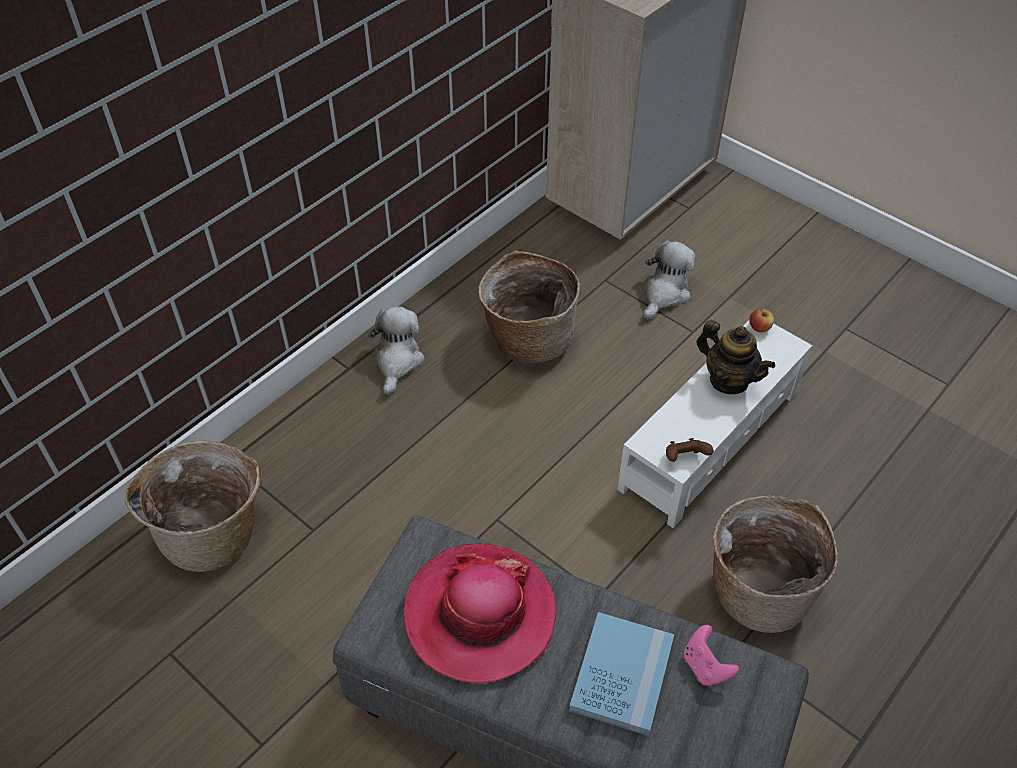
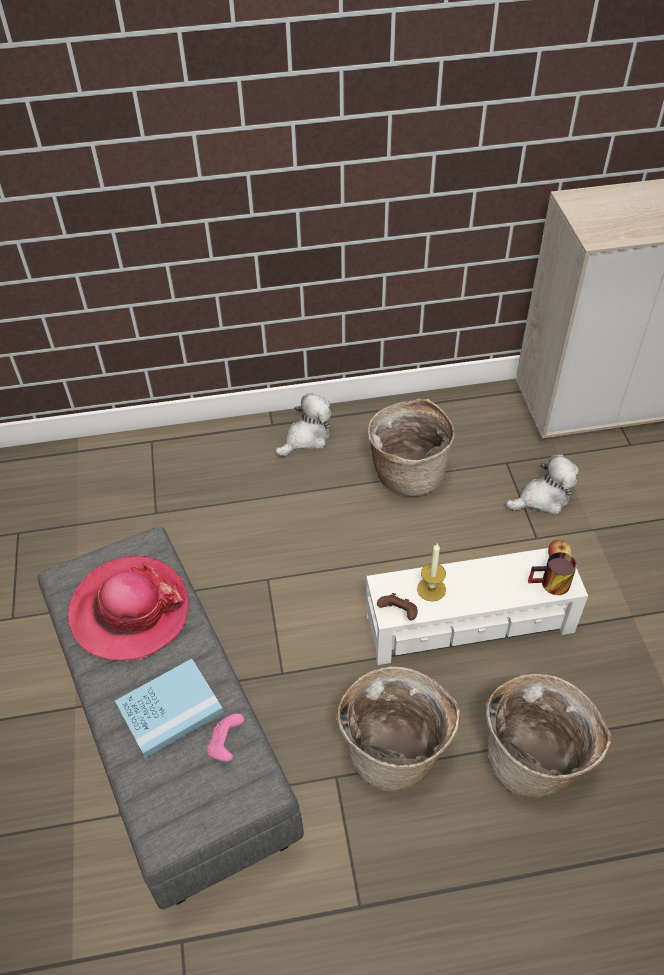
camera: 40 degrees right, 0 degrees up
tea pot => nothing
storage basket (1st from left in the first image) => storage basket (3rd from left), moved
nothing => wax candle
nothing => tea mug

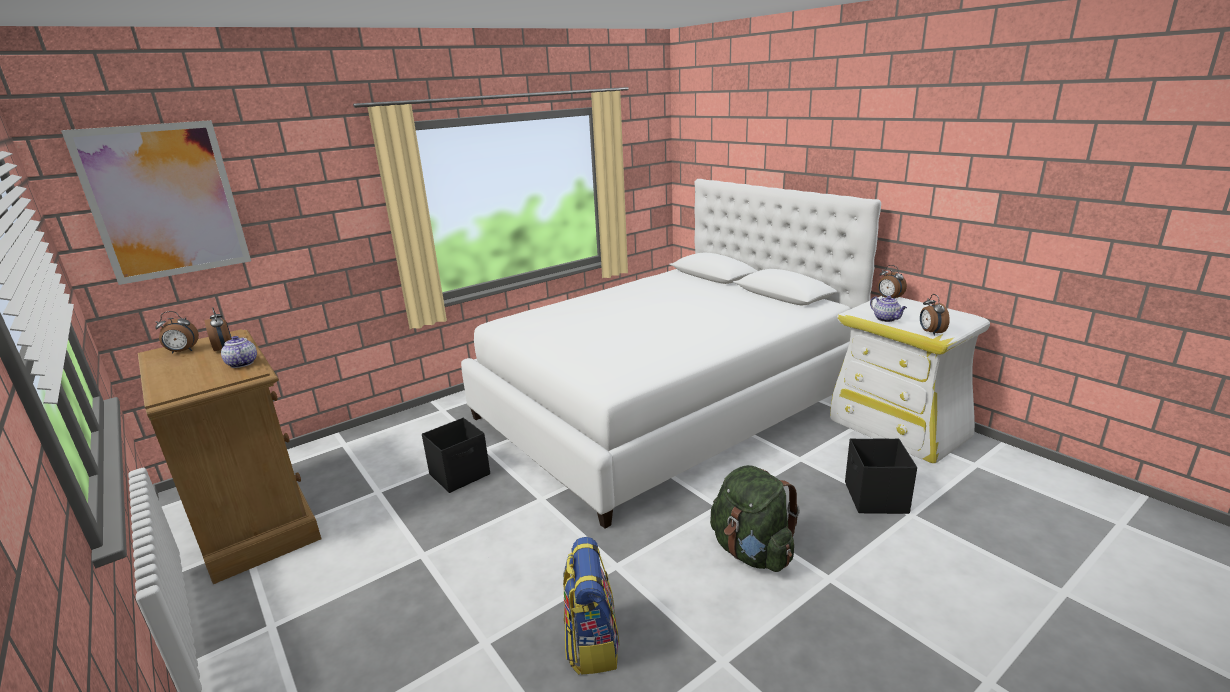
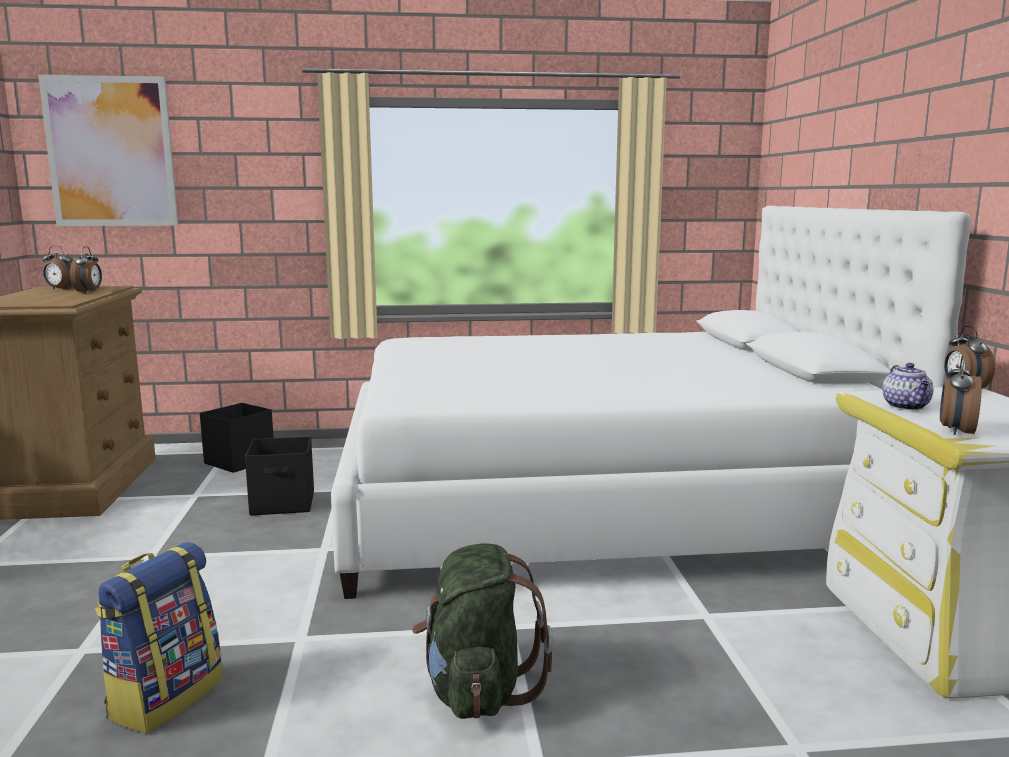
camera: 30 degrees right, 10 degrees down
tea pot (1st from left) => nothing
black storage box (2nd from left in the first image) => black storage box (1st from left), moved

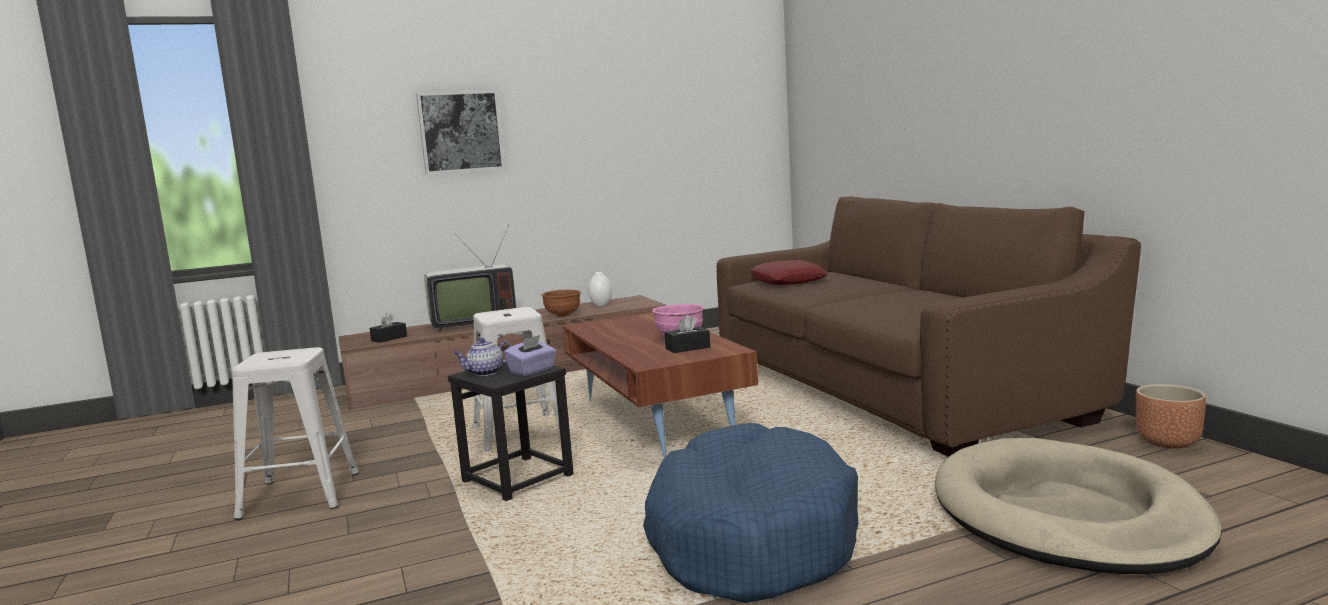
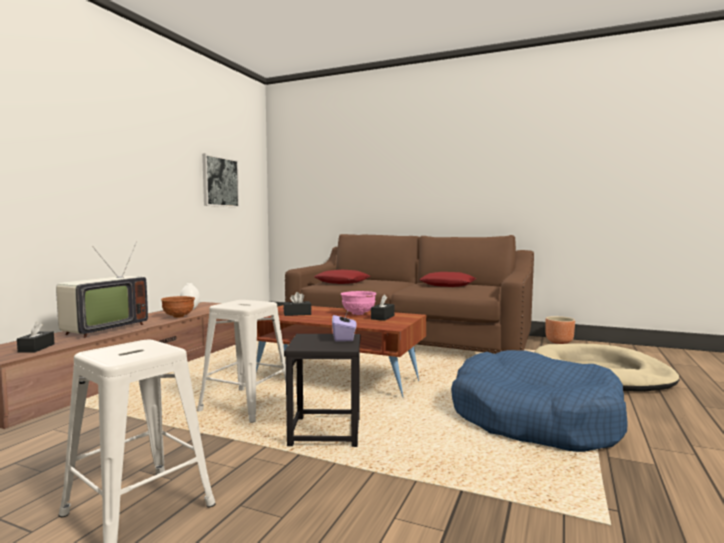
camera: 45 degrees left, 5 degrees down
wall picture, moved
tea pot => nothing
nothing => red cushion (2nd from left)
nothing => black tissue holder (2nd from left)

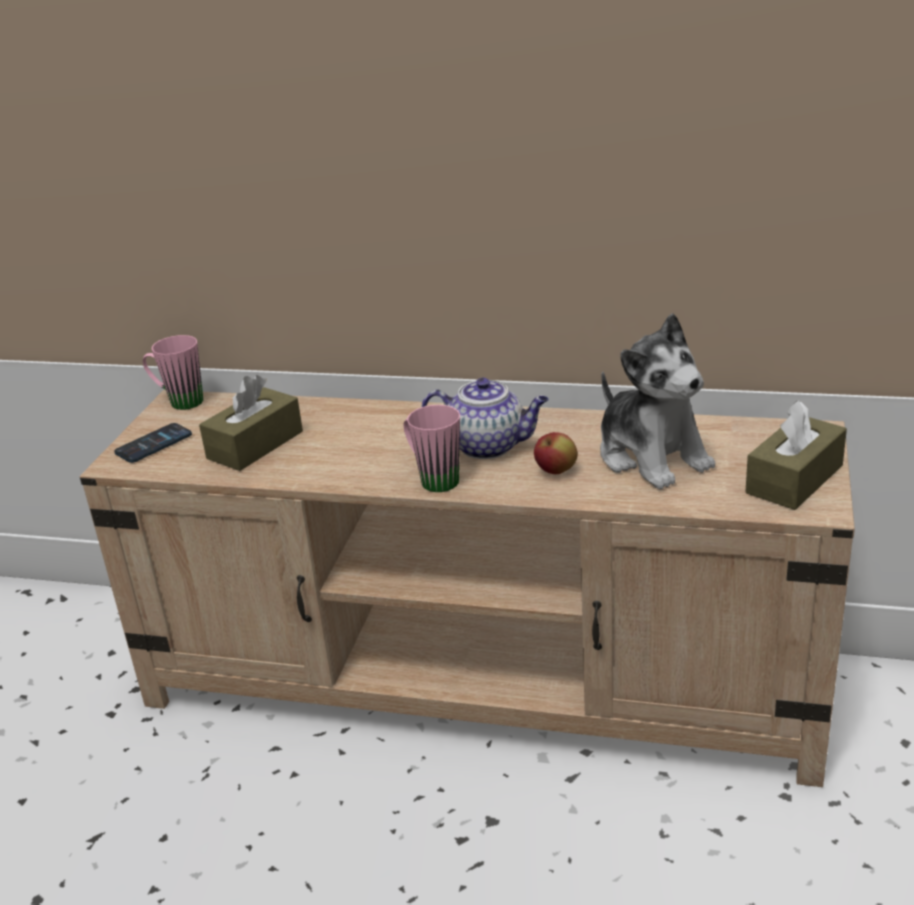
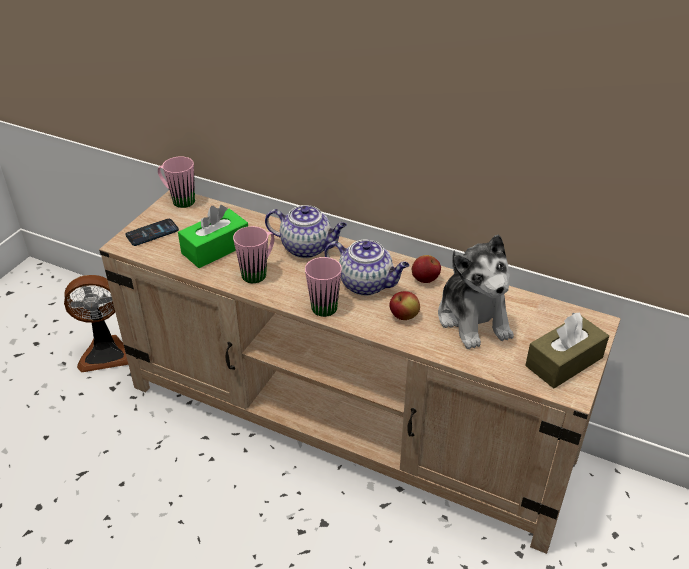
camera: 10 degrees right, 10 degrees up
brown-coloured tissue holder (1st from left) => greenish tissue holder
nothing => tea pot (1st from left)
nothing => pink tea mug (2nd from left)
nothing => apple fruit (2nd from left)
nothing => cooling fan

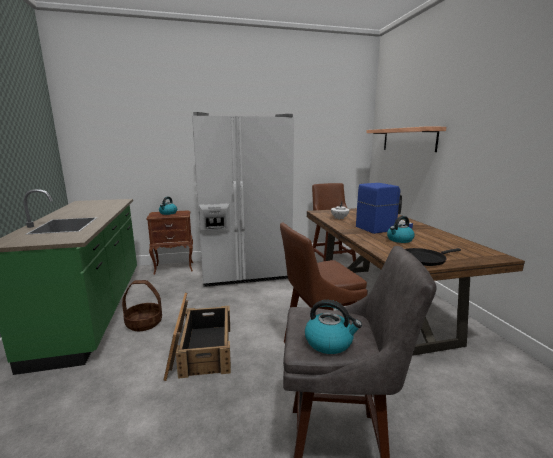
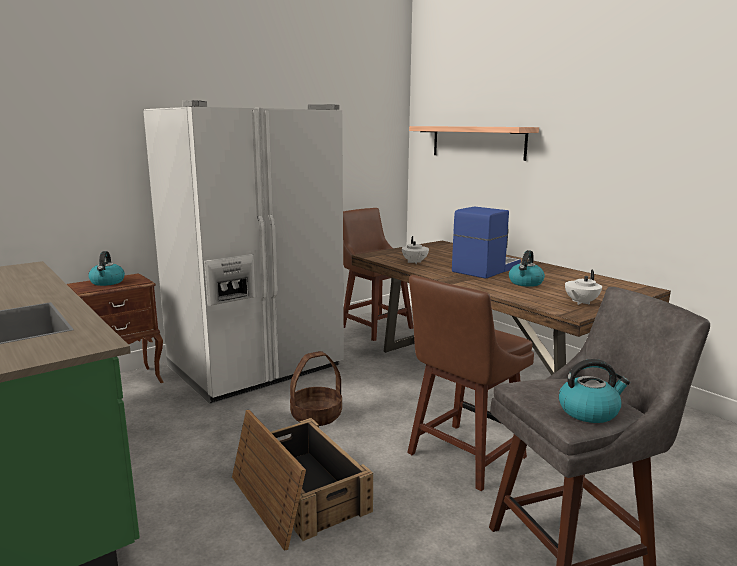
camera: 25 degrees left, 0 degrees up
black frying pan => white tea pot (2nd from left)
storage basket, moved

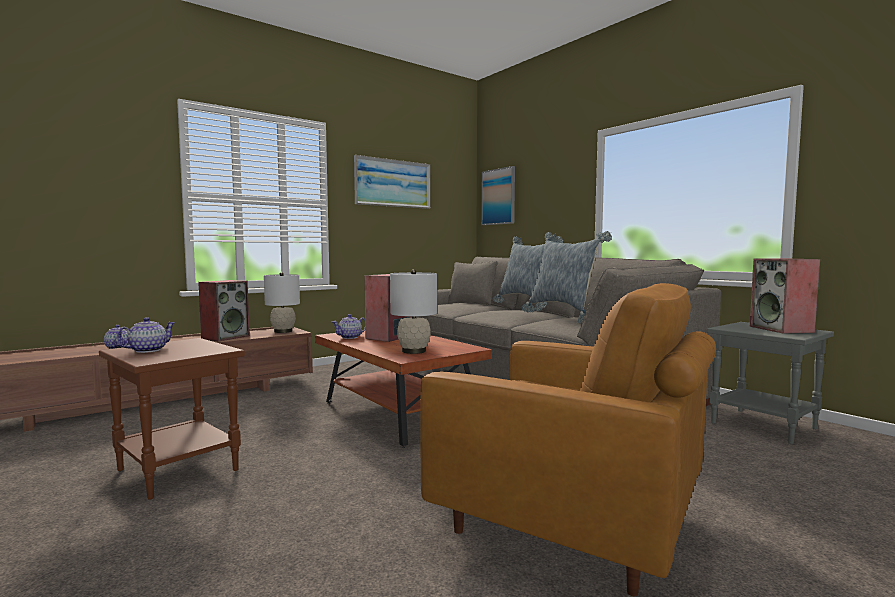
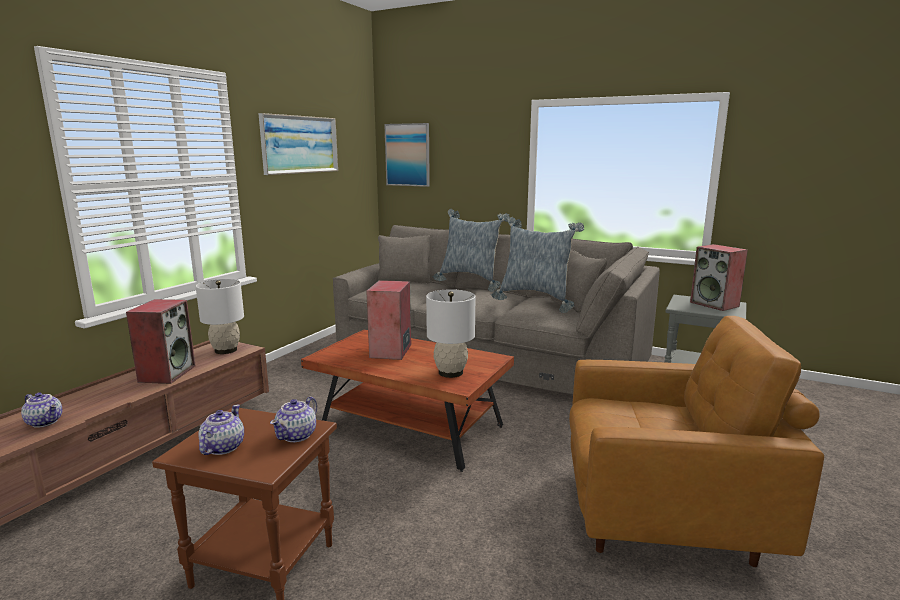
camera: 25 degrees left, 10 degrees up
tea pot (3rd from left), moved

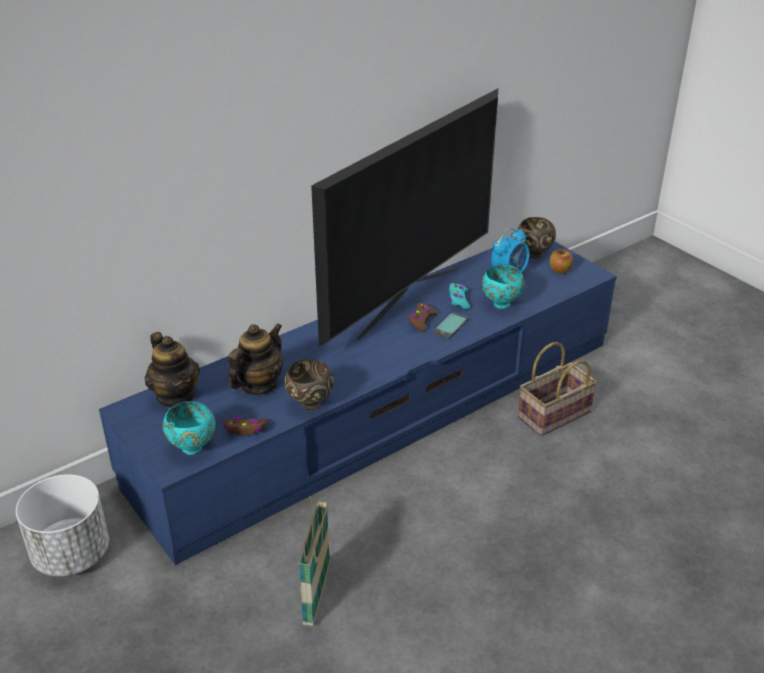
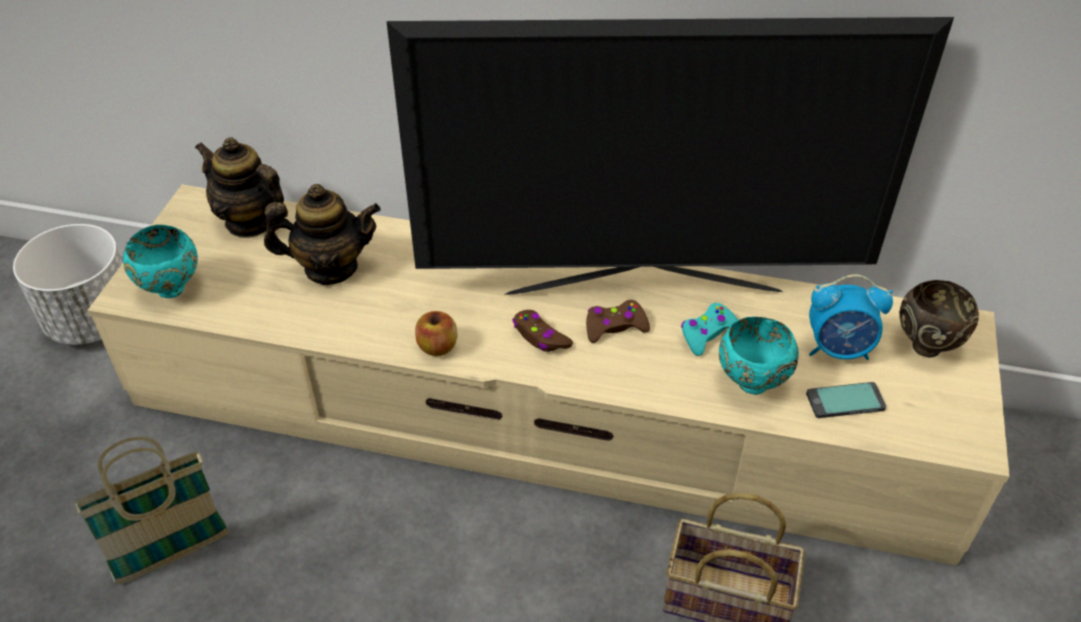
camera: 50 degrees right, 10 degrees up
blue tv unit => beige-coloured tv unit
apple fruit, moved
telephone, moved
tea pot (1st from left), 105 degrees clockwise
brown-coloured bowl (1st from left) => nothing
brown-coloured joypad (1st from left), moved

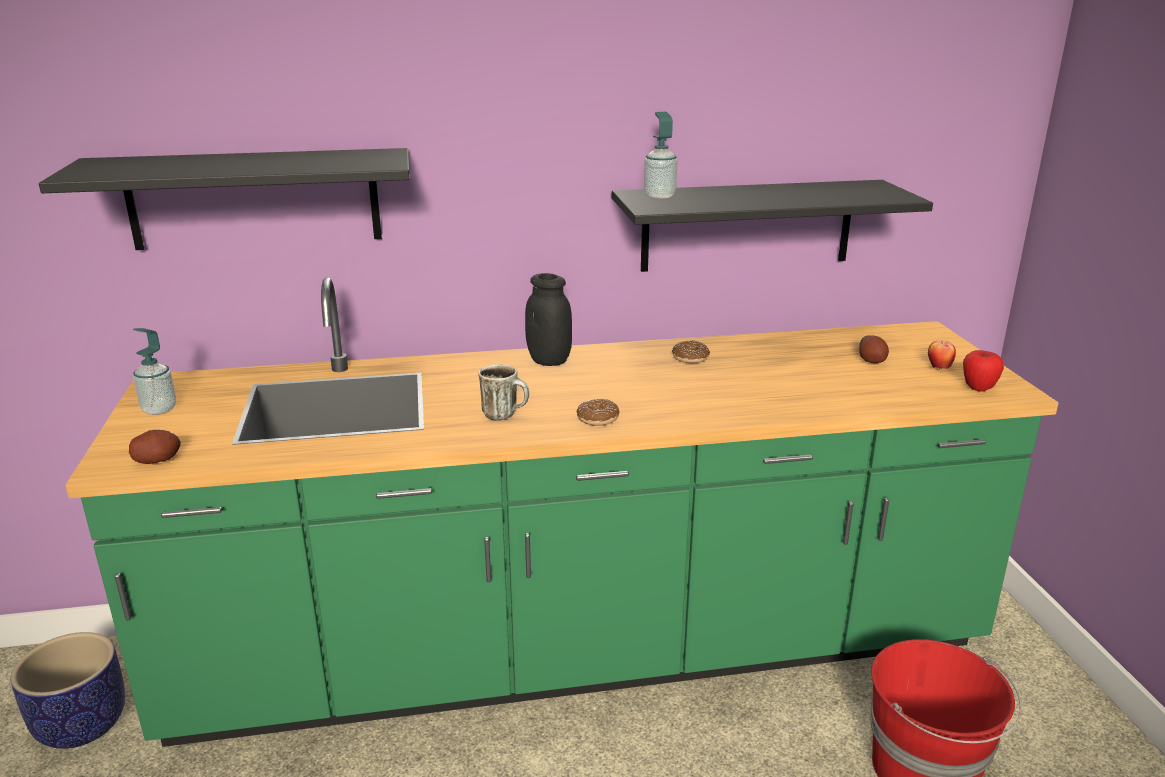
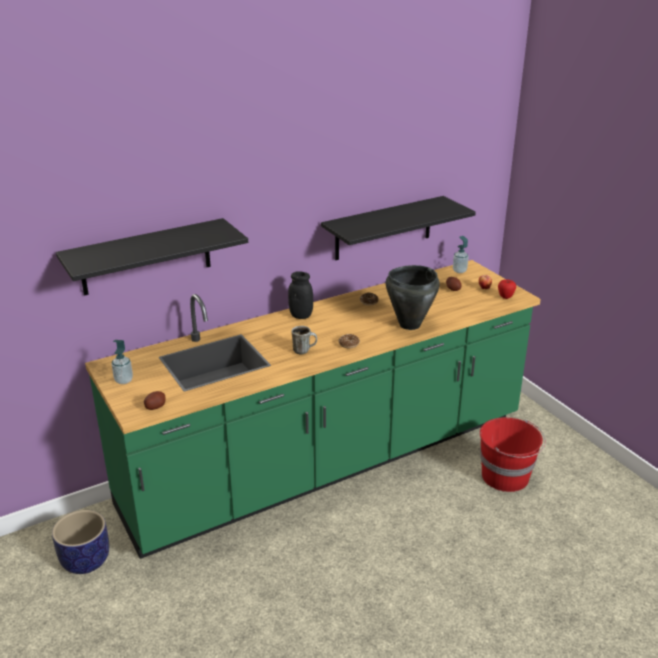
camera: 20 degrees left, 5 degrees up
liquid soap bottle (2nd from left), moved
nothing => black cooking pot

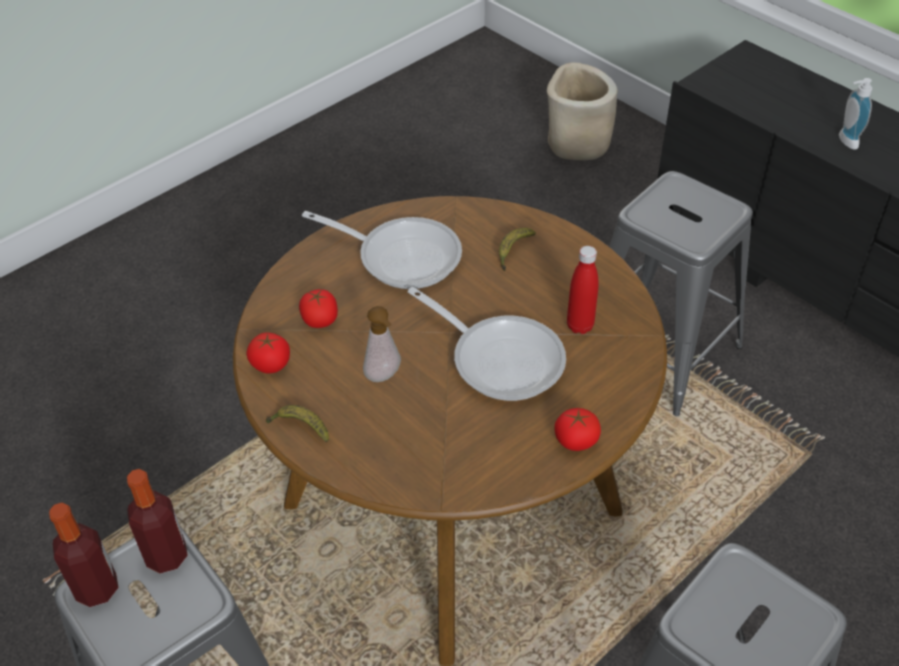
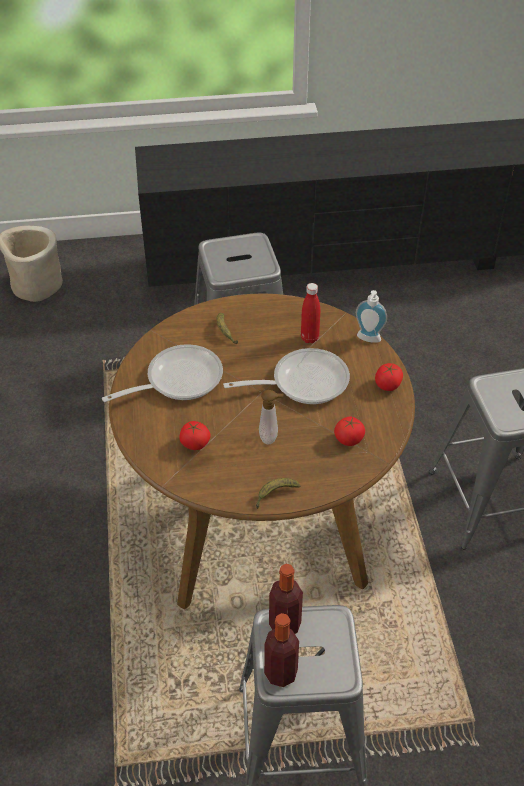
camera: 55 degrees left, 0 degrees up
liquid soap bottle (2nd from left), moved
fresh tomato (1st from left in the first image) => fresh tomato (2nd from left), moved

